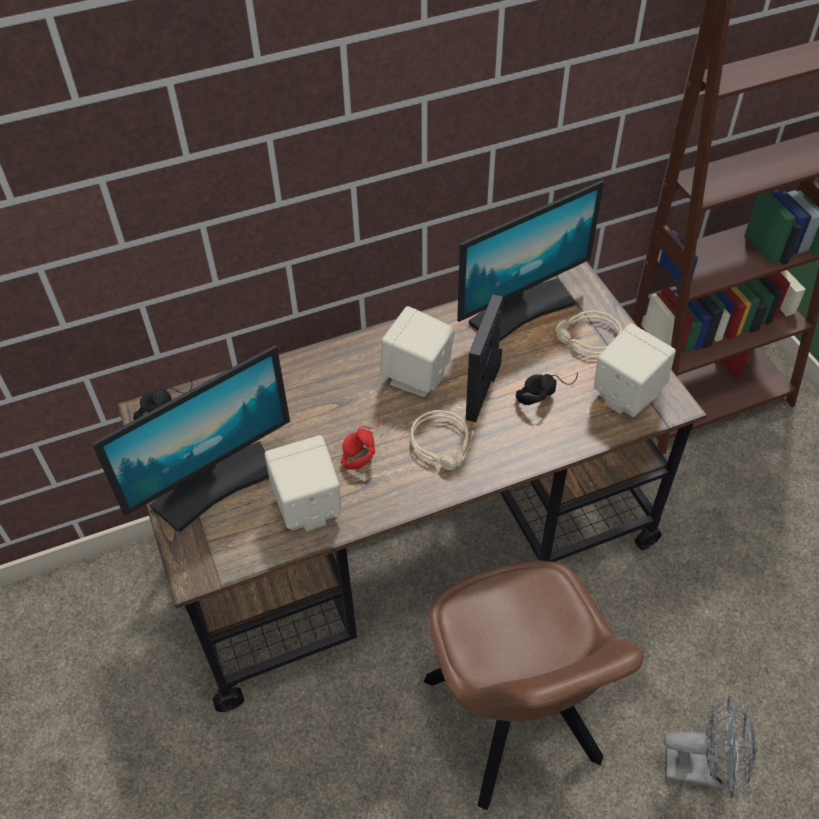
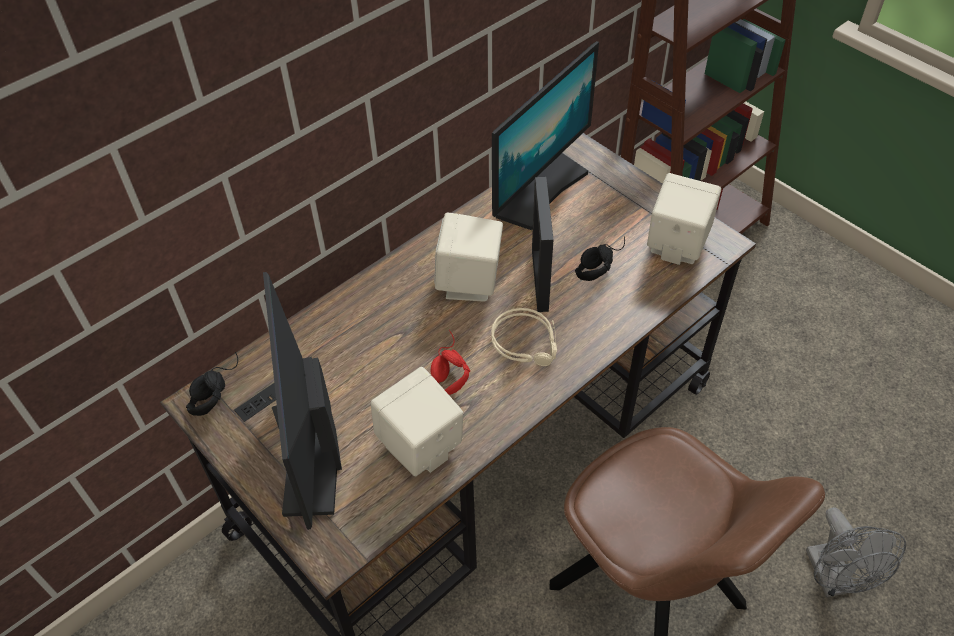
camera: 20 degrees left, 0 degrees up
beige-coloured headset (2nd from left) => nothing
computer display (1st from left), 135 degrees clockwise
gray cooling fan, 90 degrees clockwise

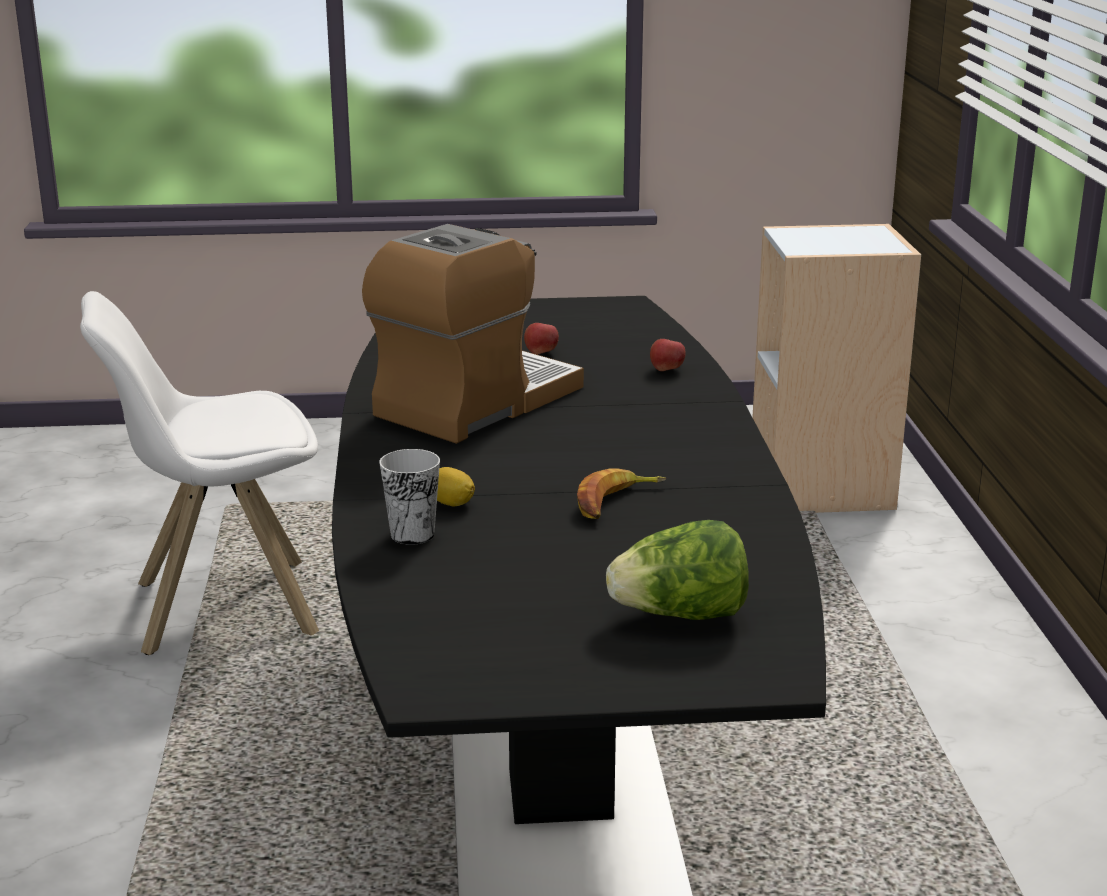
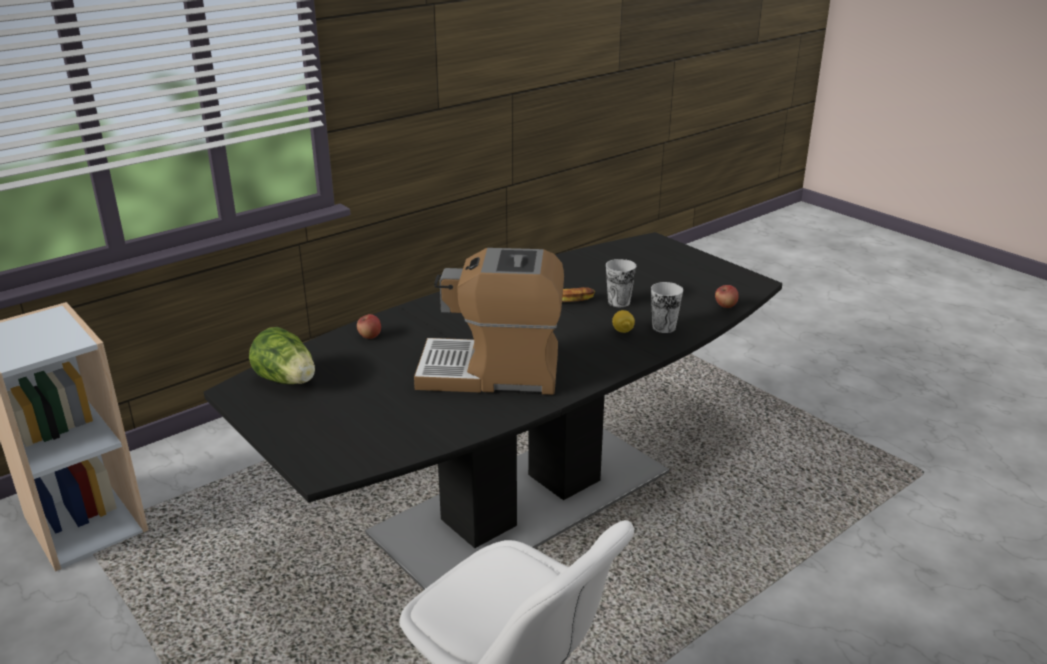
camera: 125 degrees left, 5 degrees up
apple fruit (1st from left in the first image) => apple fruit (2nd from left), moved
lettuce head, moved
nothing => drinking cup (1st from left)

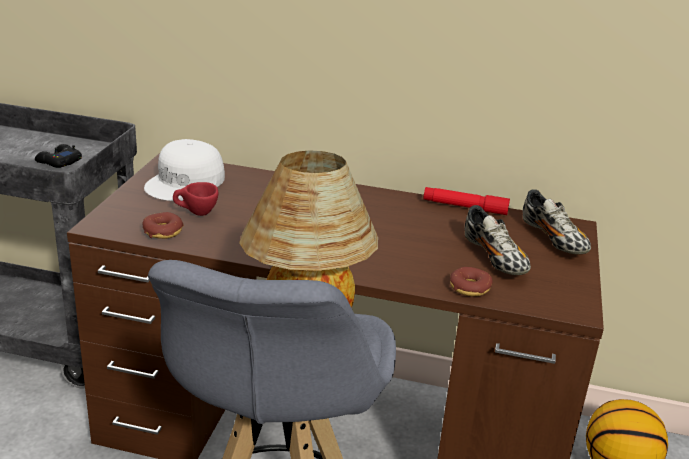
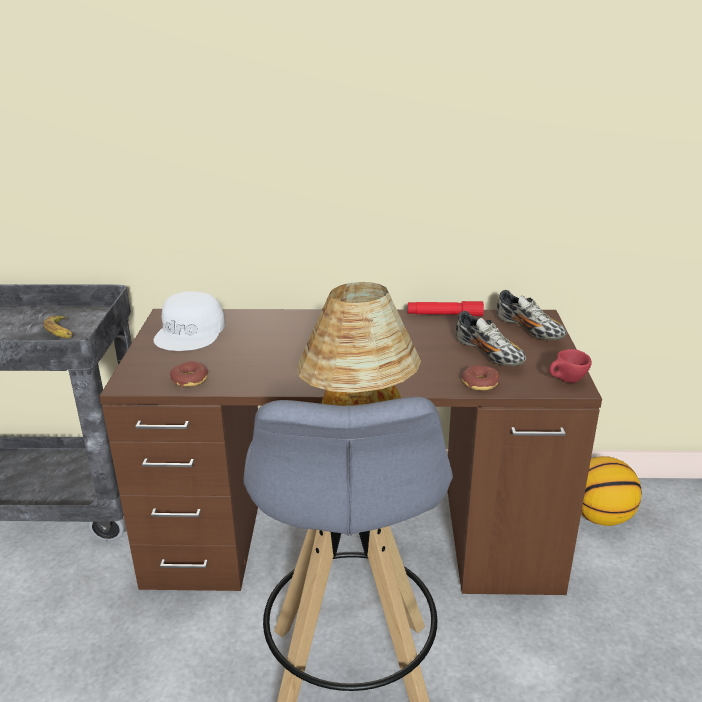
camera: 10 degrees left, 0 degrees up
black joypad => banana fruit
red drinking cup, moved

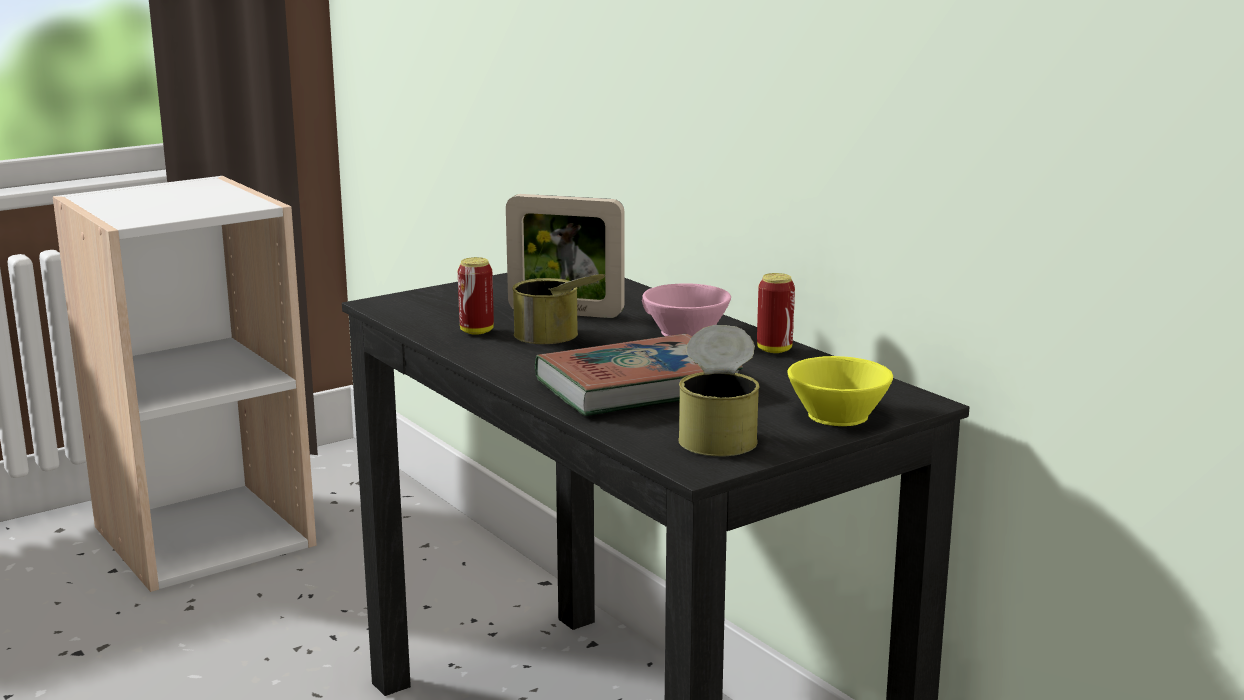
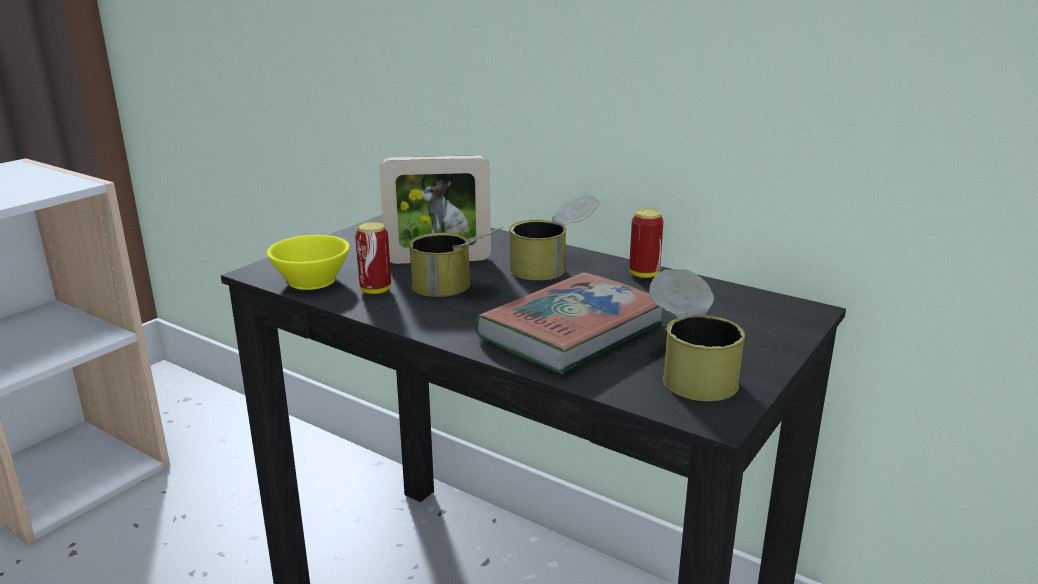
camera: 20 degrees left, 5 degrees up
pink drinking cup => metal can (3rd from left)
yellowish drinking cup, moved

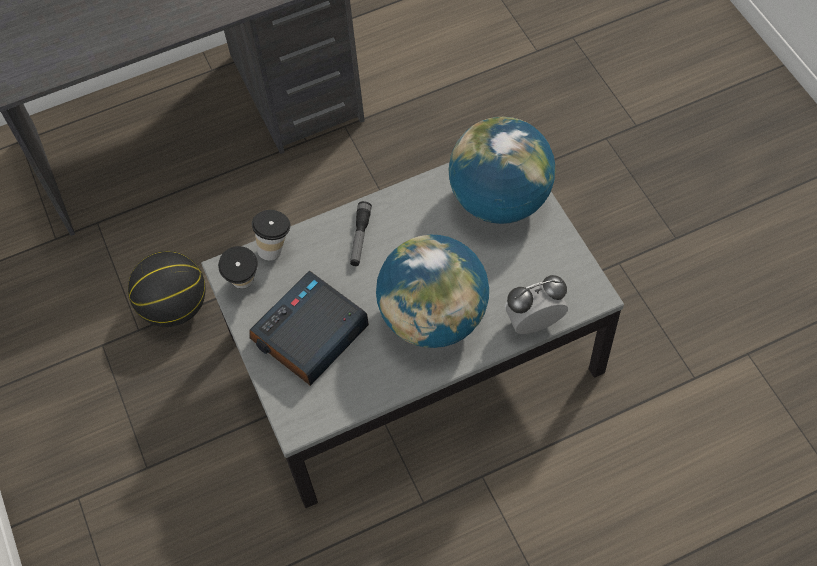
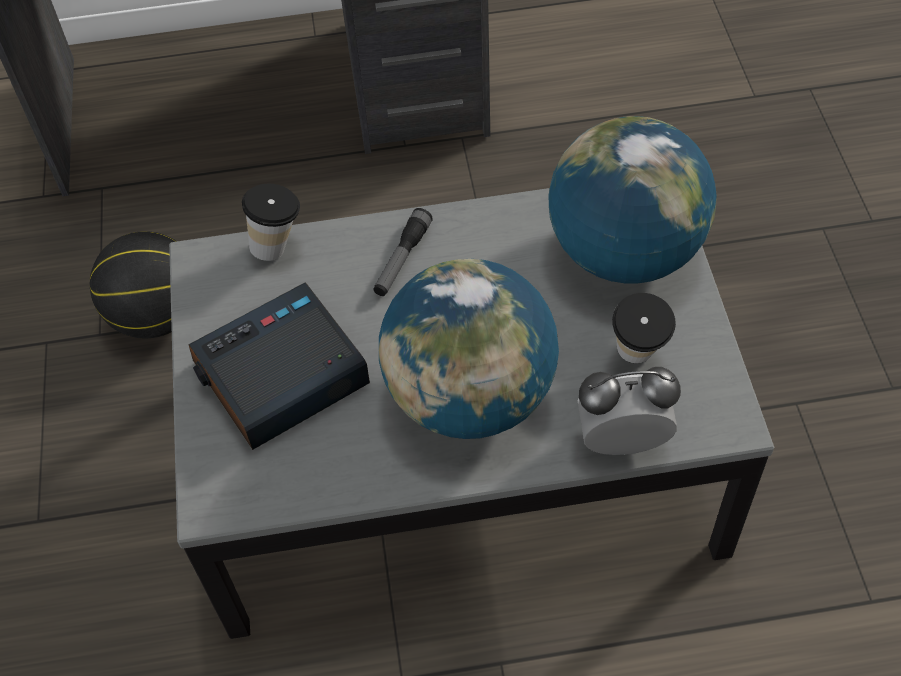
camera: 15 degrees right, 5 degrees down
drinking cup (1st from left in the first image) => drinking cup (2nd from left), moved

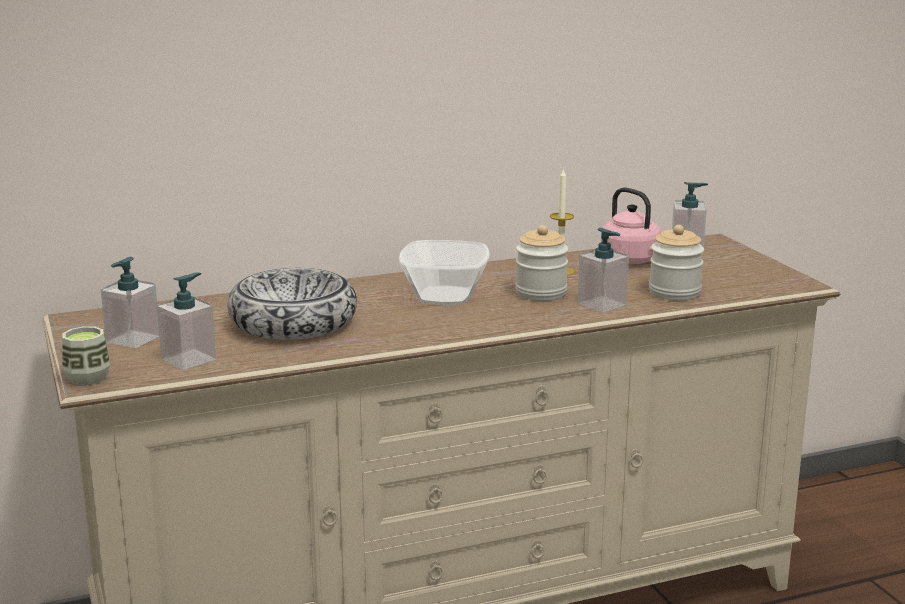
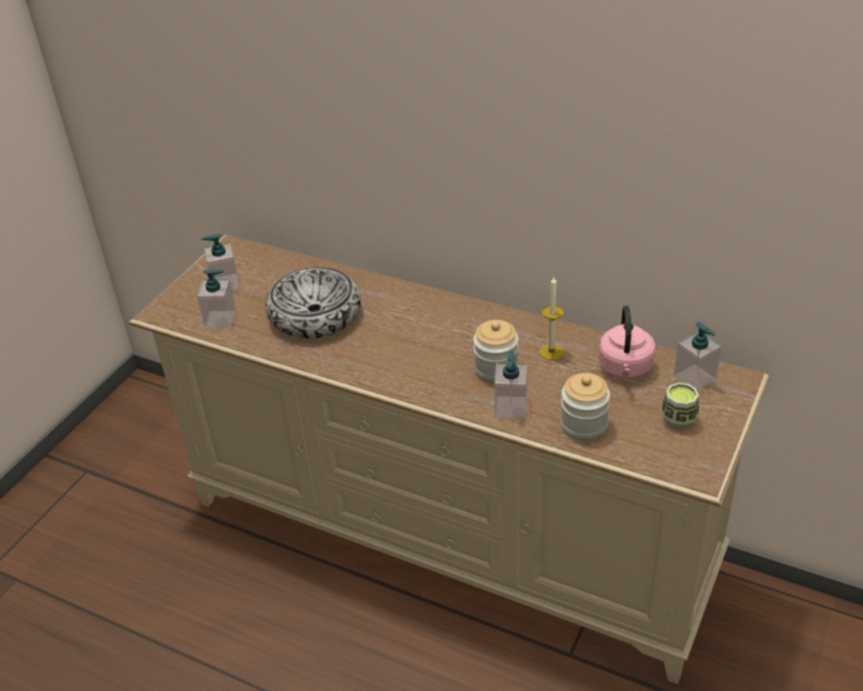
camera: 50 degrees right, 20 degrees up
bowl (2nd from left) => nothing
drinking cup, moved

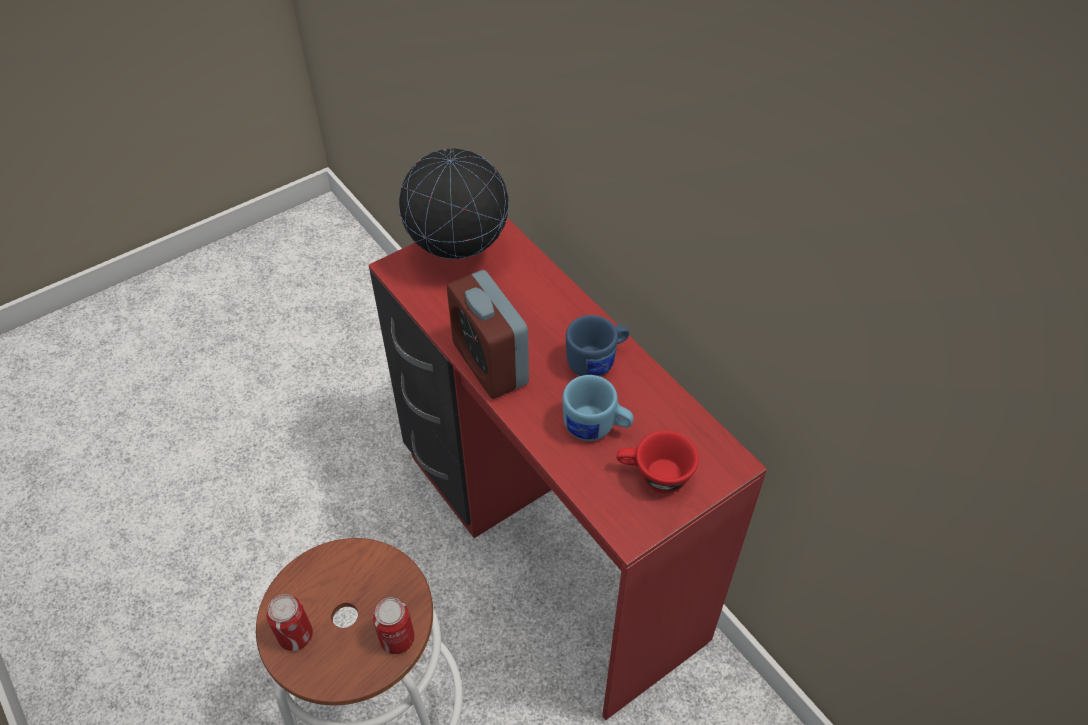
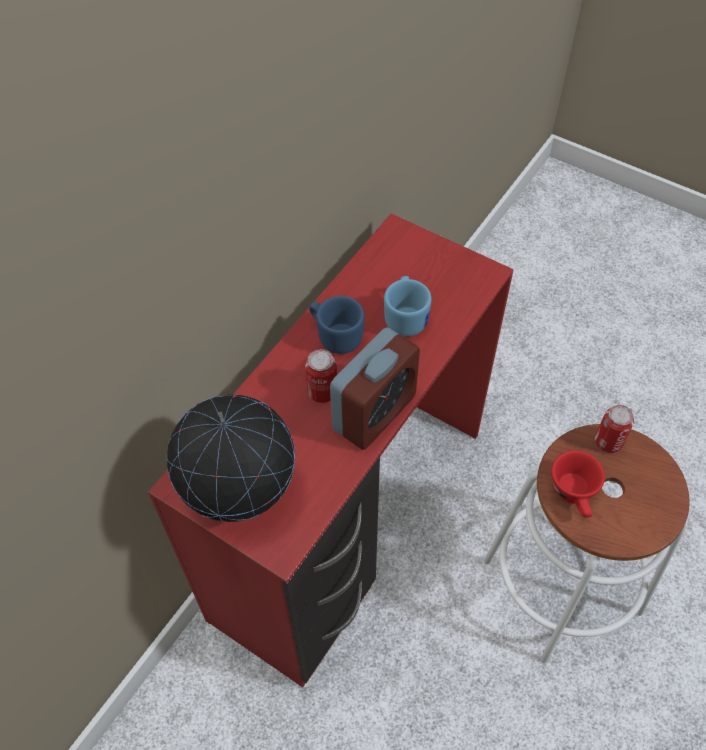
camera: 110 degrees left, 5 degrees up
red drinking cup, moved
metal can (1st from left), moved

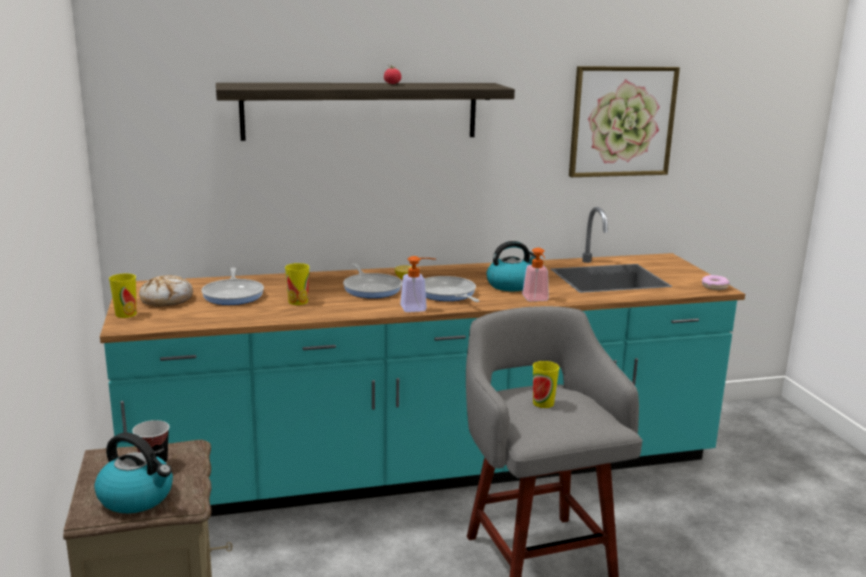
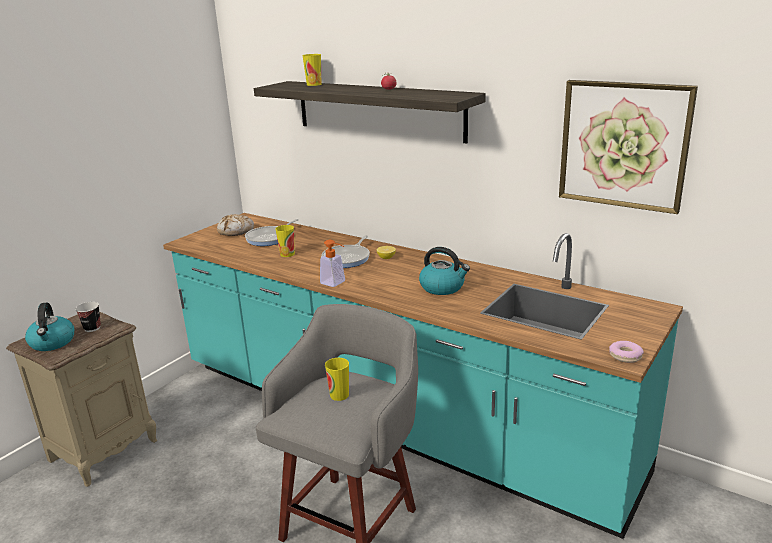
camera: 50 degrees right, 5 degrees up
liquid soap bottle (2nd from left) => nothing
drinking cup (1st from left in the first image) => drinking cup (3rd from left), moved
frying pan (3rd from left) => nothing

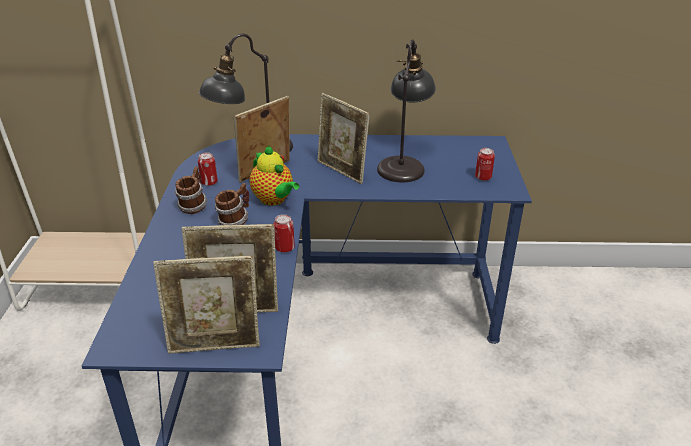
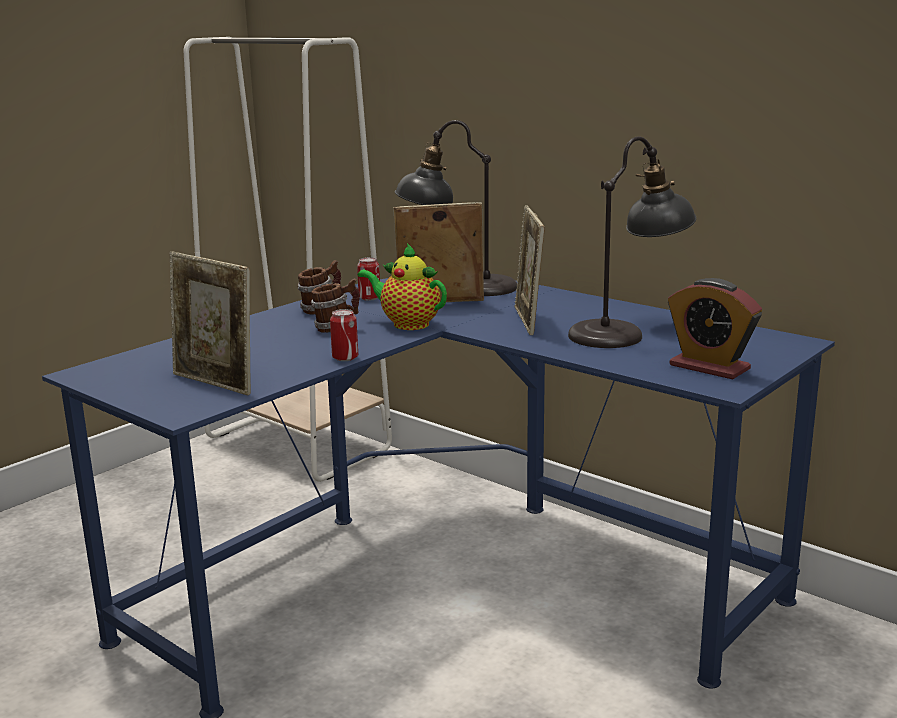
camera: 40 degrees right, 15 degrees down
tea pot, 120 degrees clockwise
metal can (3rd from left) => bedside clock
standing frame (1st from left) => nothing

